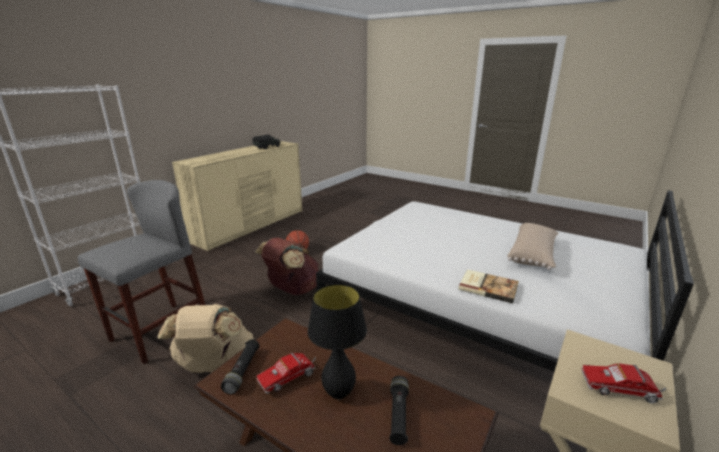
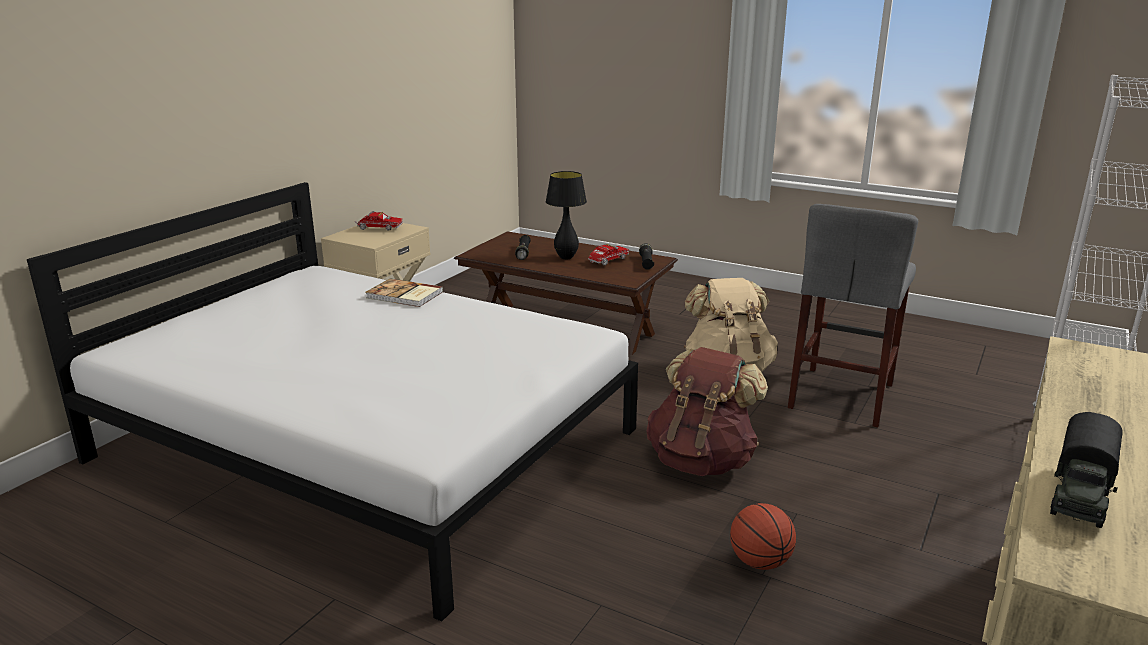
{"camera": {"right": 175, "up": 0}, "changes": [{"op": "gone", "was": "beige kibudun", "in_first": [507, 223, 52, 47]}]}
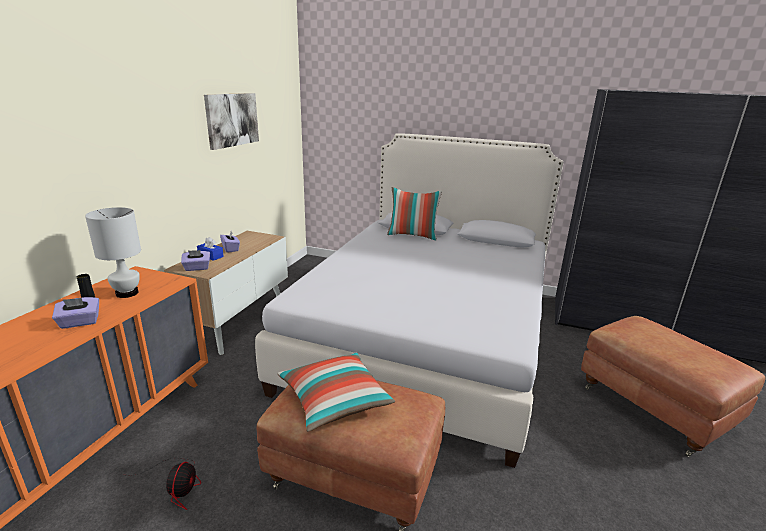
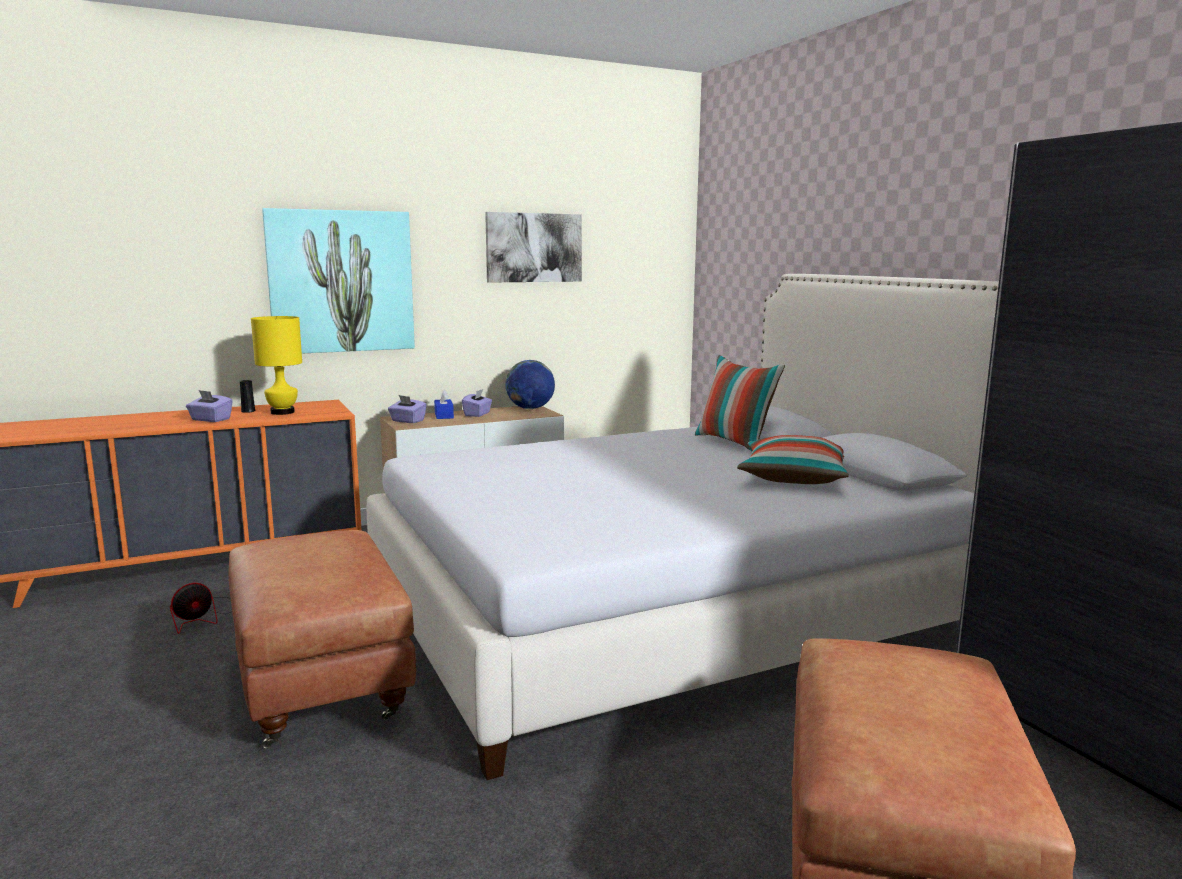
{"camera": {"right": 45, "up": -10}, "changes": [{"op": "repainted", "was": "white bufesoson", "now": "yellow bufesoson", "in_first": [85, 207, 56, 91], "in_second": [251, 316, 51, 99]}, {"op": "shifted", "was": "kibudun", "in_first": [277, 352, 118, 80], "in_second": [737, 435, 112, 49]}, {"op": "new", "now": "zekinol", "in_second": [262, 208, 153, 145]}, {"op": "new", "now": "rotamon", "in_second": [505, 360, 50, 49]}]}
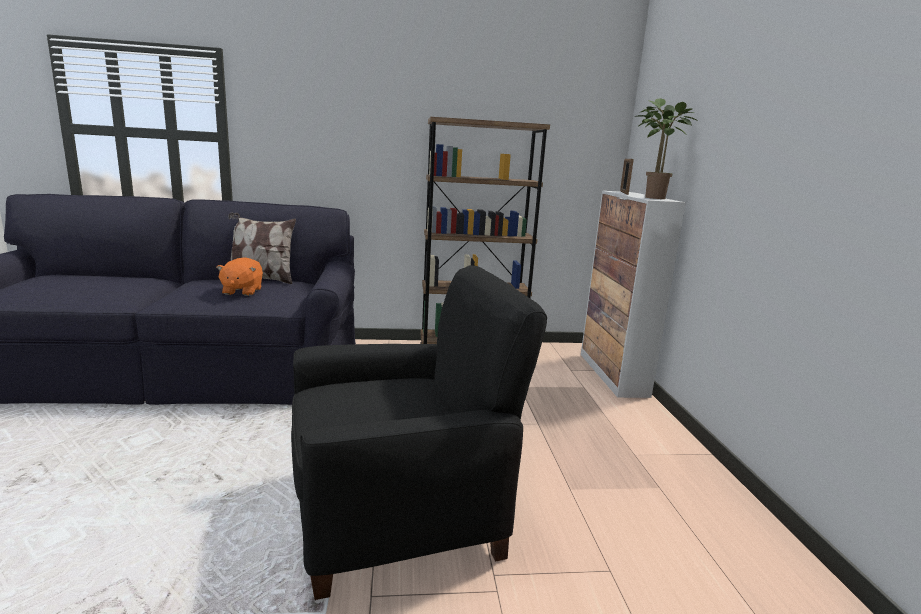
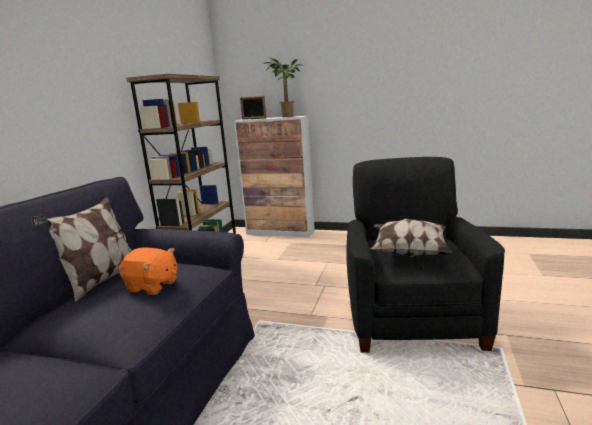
{"camera": {"right": -65, "up": 0}, "changes": [{"op": "new", "now": "kibudun", "in_second": [371, 219, 82, 38]}]}
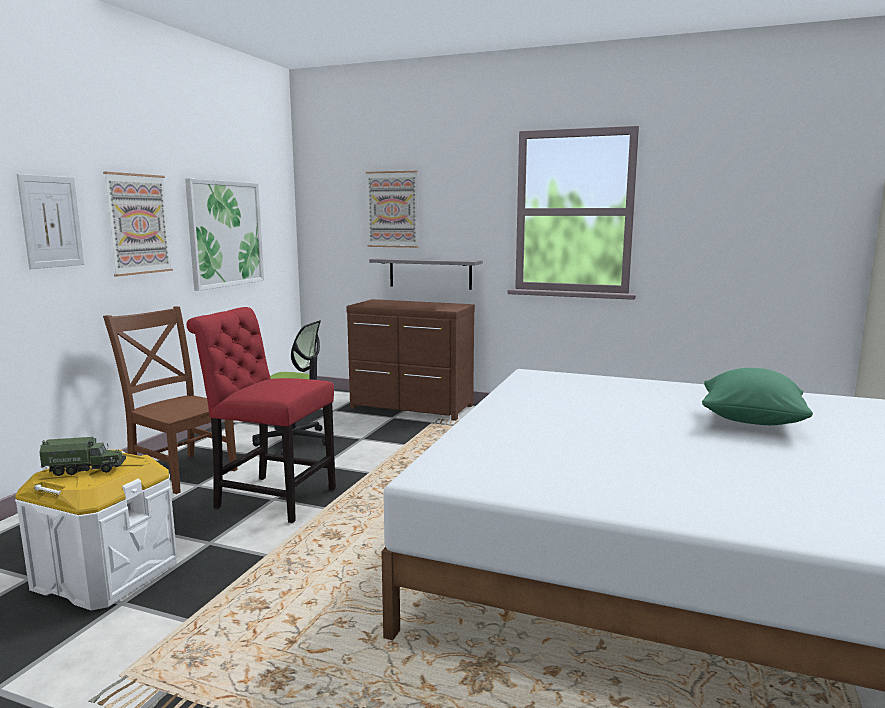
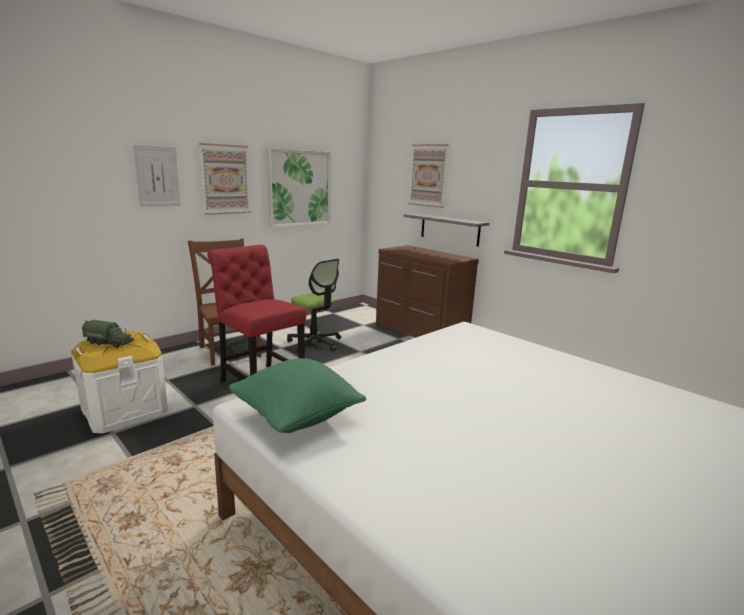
{"camera": {"right": 25, "up": 5}, "changes": [{"op": "shifted", "was": "green kibudun", "in_first": [702, 368, 111, 57], "in_second": [229, 358, 137, 75]}]}
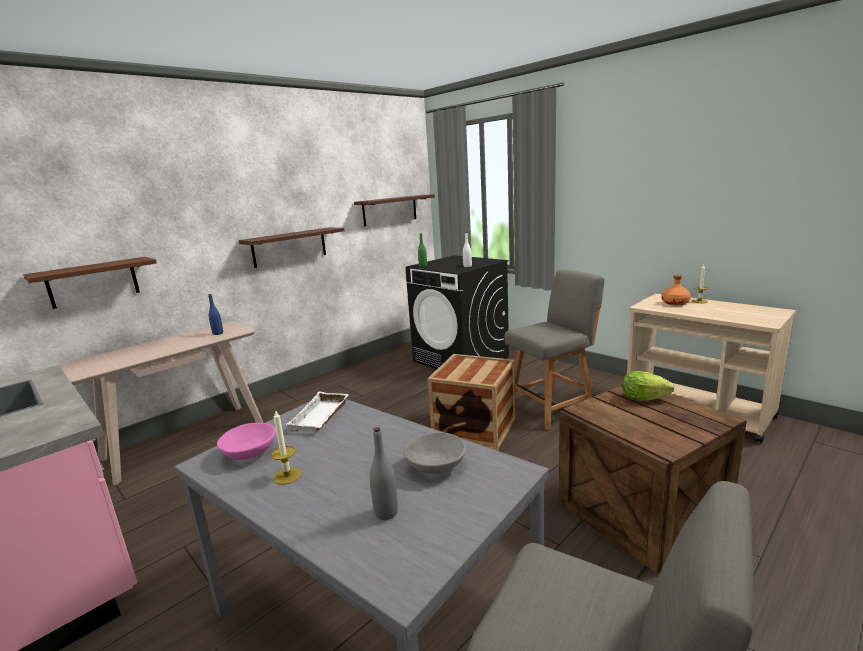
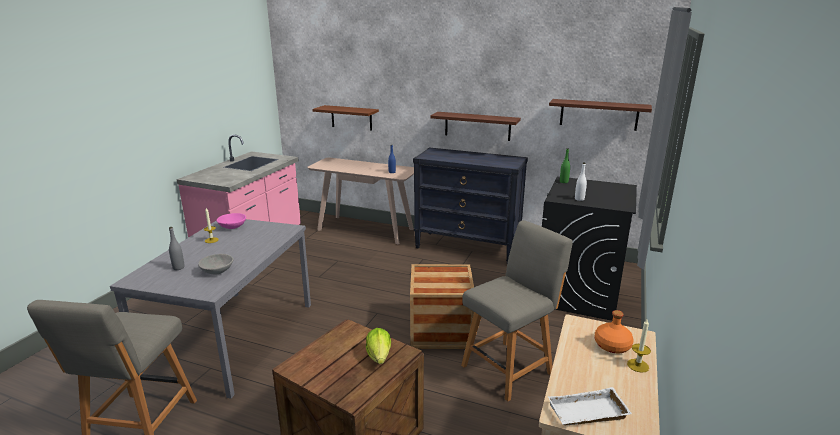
{"camera": {"right": 65, "up": 5}, "changes": [{"op": "shifted", "was": "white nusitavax", "in_first": [287, 391, 62, 41], "in_second": [548, 387, 84, 38]}, {"op": "rotated", "was": "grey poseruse", "in_first": [504, 269, 100, 162], "in_second": [461, 220, 112, 181], "clockwise": -75}, {"op": "new", "now": "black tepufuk", "in_second": [413, 148, 115, 115]}]}
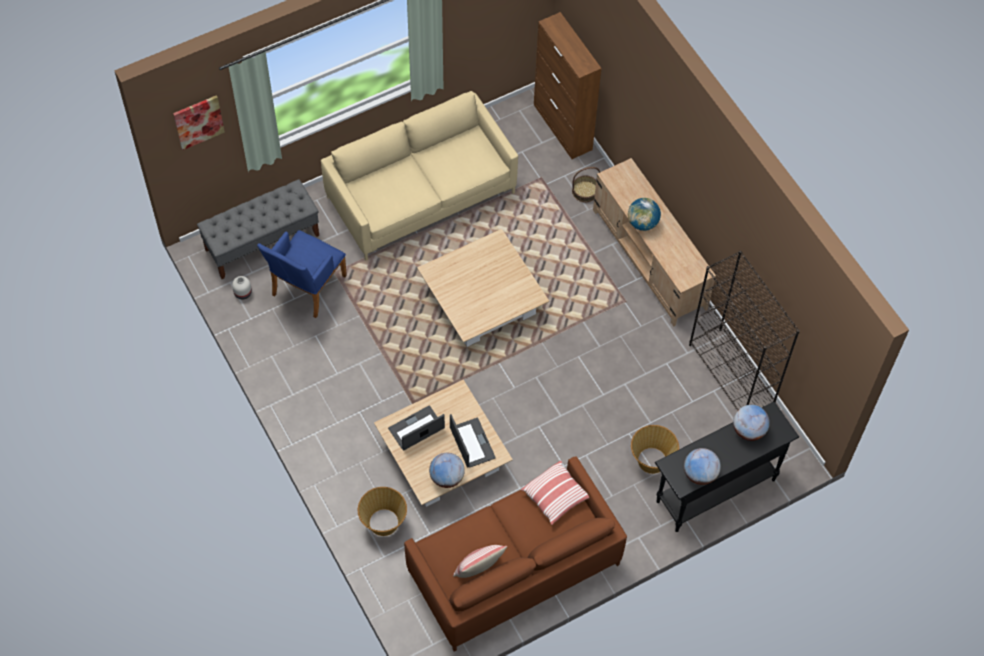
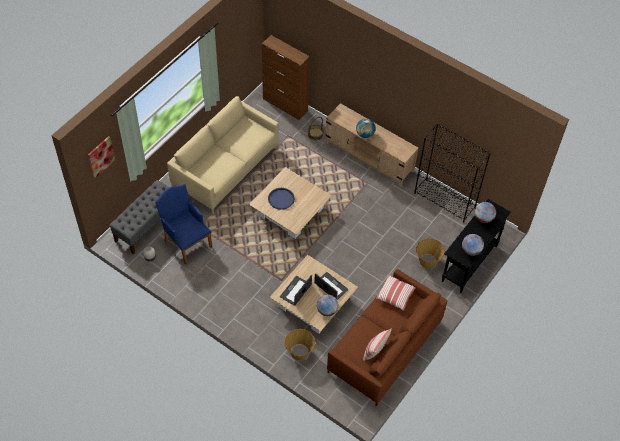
{"camera": {"right": -25, "up": -5}, "changes": [{"op": "rotated", "was": "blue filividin", "in_first": [257, 230, 90, 88], "in_second": [155, 184, 57, 80], "clockwise": 135}, {"op": "new", "now": "blue nusitavax", "in_second": [268, 188, 27, 22]}]}
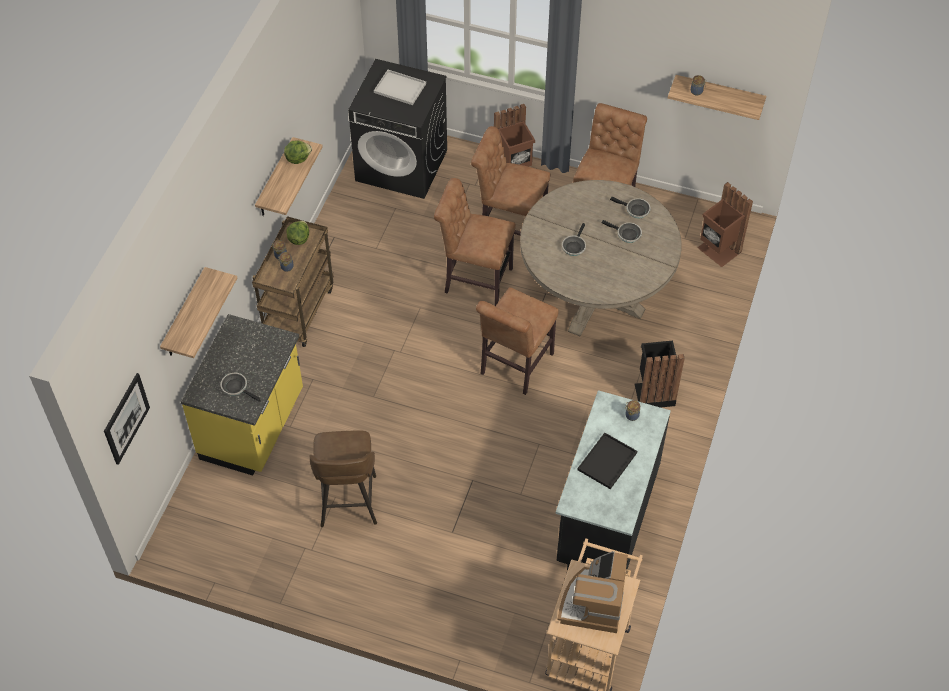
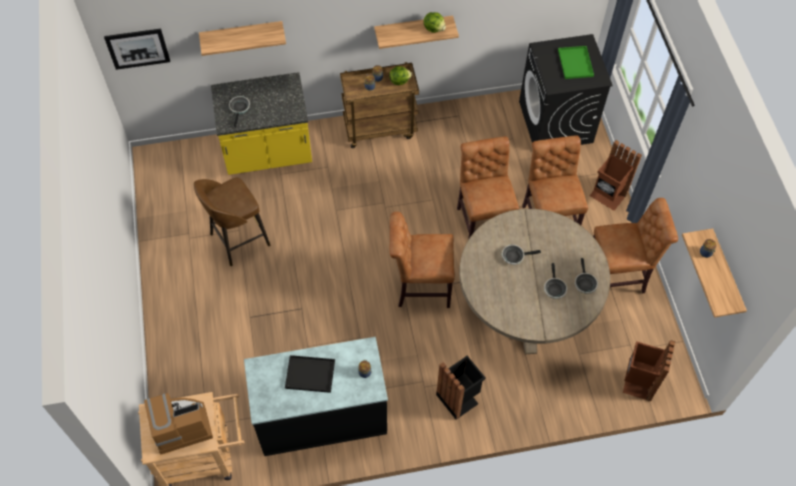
{"camera": {"right": 60, "up": 5}, "changes": [{"op": "repainted", "was": "white nusitavax", "now": "green nusitavax", "in_first": [374, 70, 52, 35], "in_second": [558, 46, 36, 33]}]}
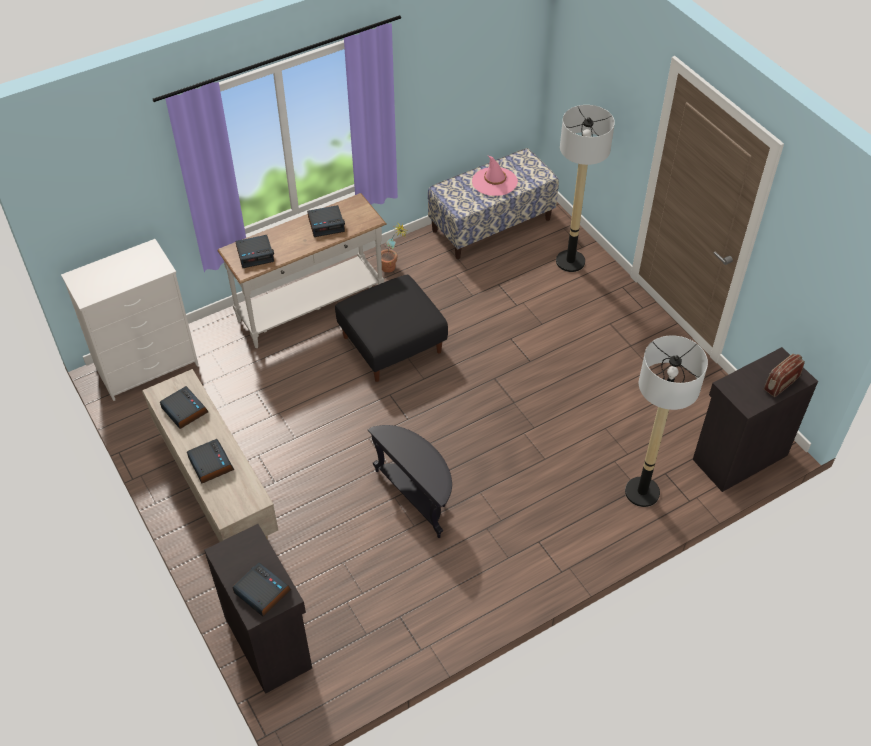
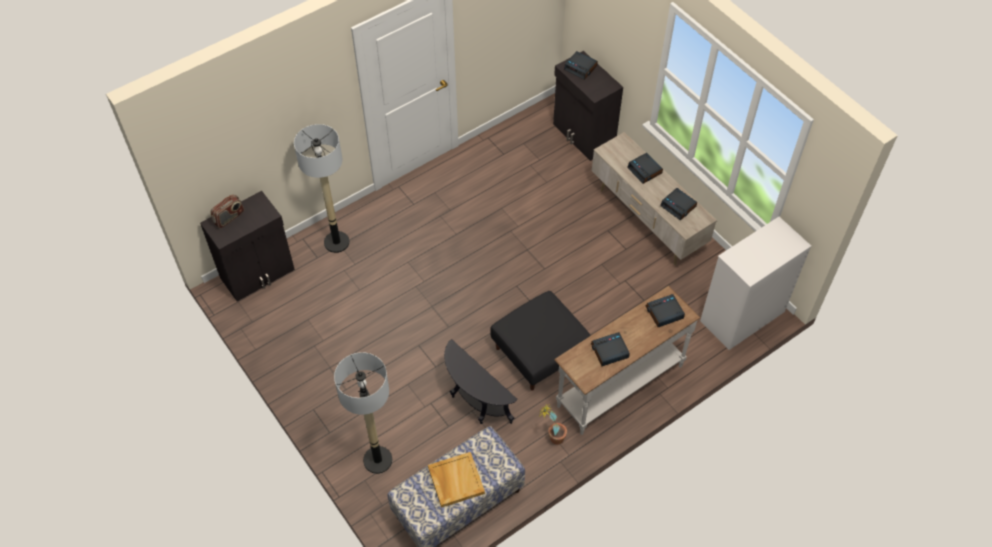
{"camera": {"right": 175, "up": 5}, "changes": [{"op": "shifted", "was": "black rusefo", "in_first": [368, 425, 84, 113], "in_second": [444, 339, 74, 85]}, {"op": "swapped", "was": "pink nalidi", "now": "beige nusitavax", "in_first": [472, 155, 46, 41], "in_second": [428, 452, 57, 56]}]}
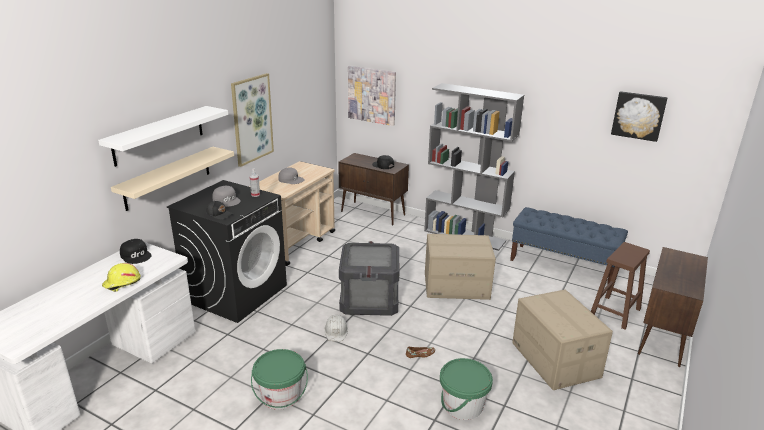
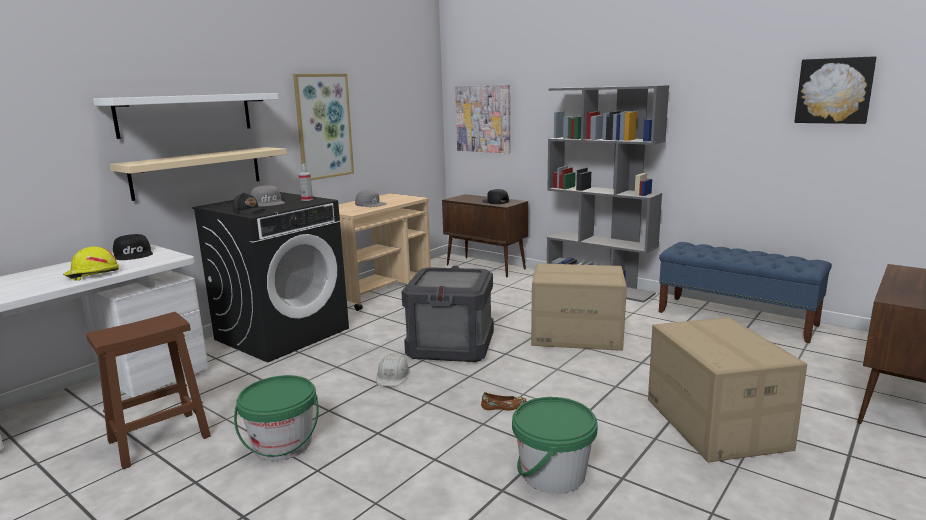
{"camera": {"right": 10, "up": -10}, "changes": [{"op": "shifted", "was": "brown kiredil", "in_first": [591, 242, 59, 88], "in_second": [86, 312, 125, 157]}]}
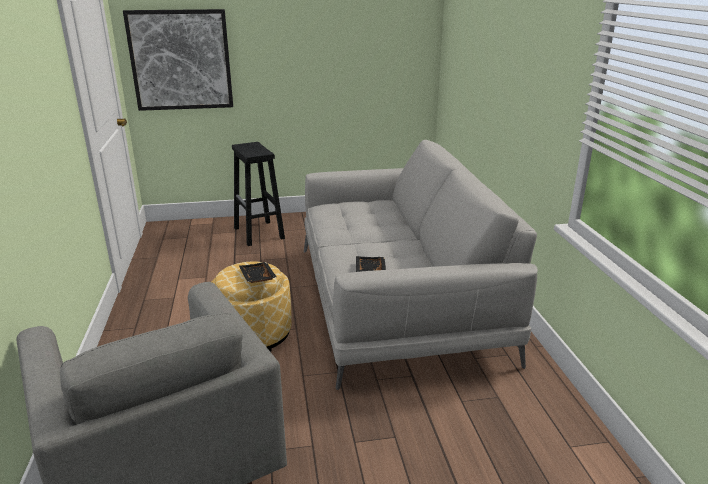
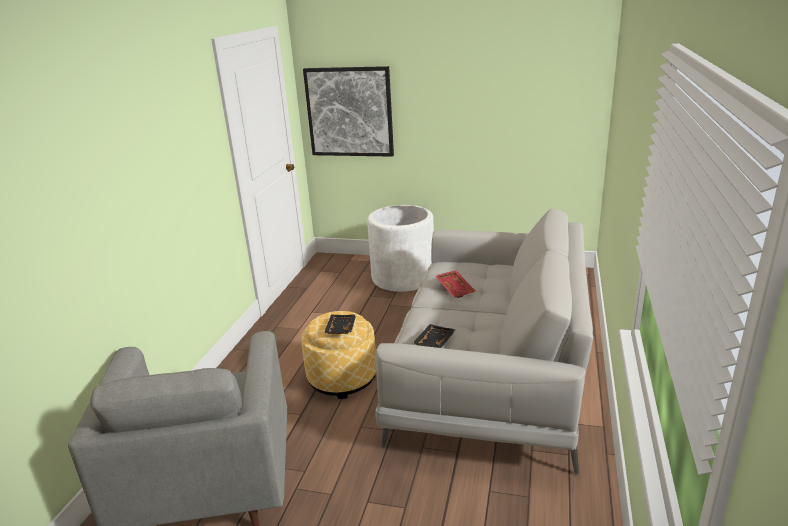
{"camera": {"right": 25, "up": 0}, "changes": [{"op": "swapped", "was": "black kiredil", "now": "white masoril", "in_first": [232, 142, 53, 104], "in_second": [367, 205, 67, 87]}, {"op": "new", "now": "red nusitavax", "in_second": [435, 270, 40, 28]}]}
